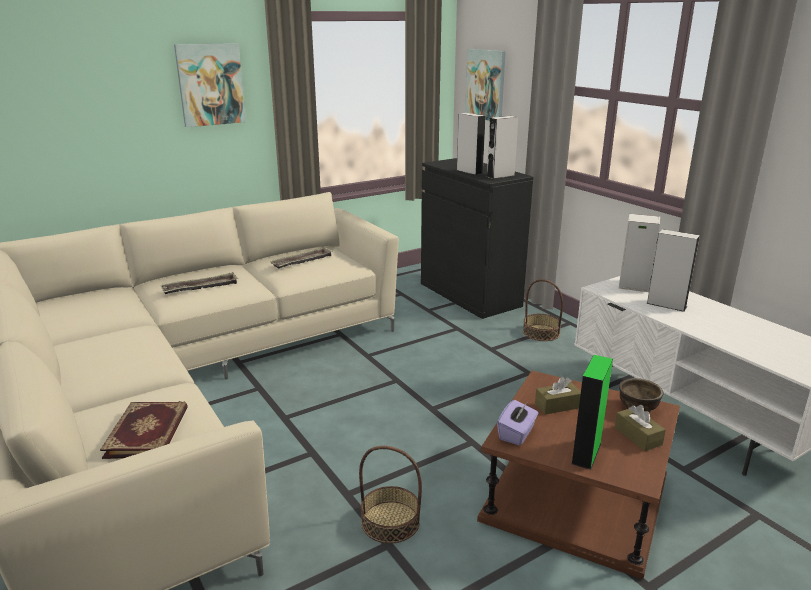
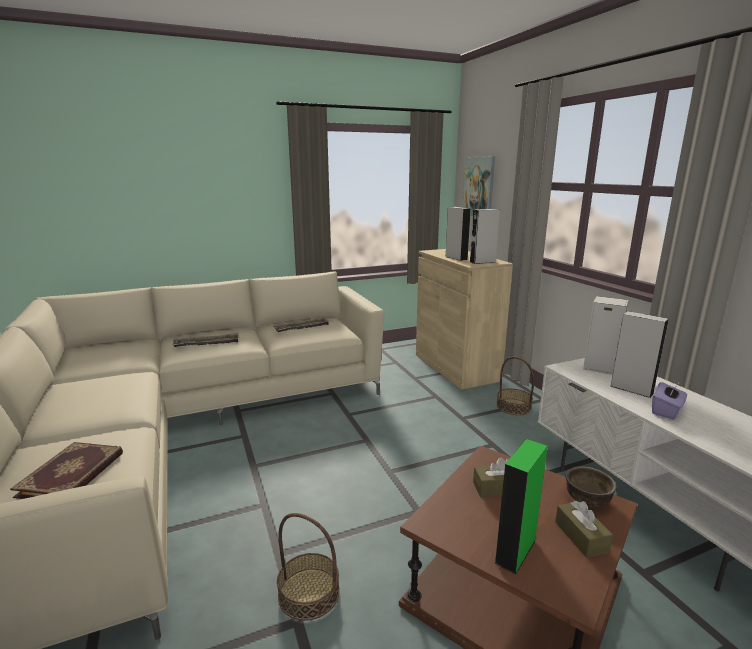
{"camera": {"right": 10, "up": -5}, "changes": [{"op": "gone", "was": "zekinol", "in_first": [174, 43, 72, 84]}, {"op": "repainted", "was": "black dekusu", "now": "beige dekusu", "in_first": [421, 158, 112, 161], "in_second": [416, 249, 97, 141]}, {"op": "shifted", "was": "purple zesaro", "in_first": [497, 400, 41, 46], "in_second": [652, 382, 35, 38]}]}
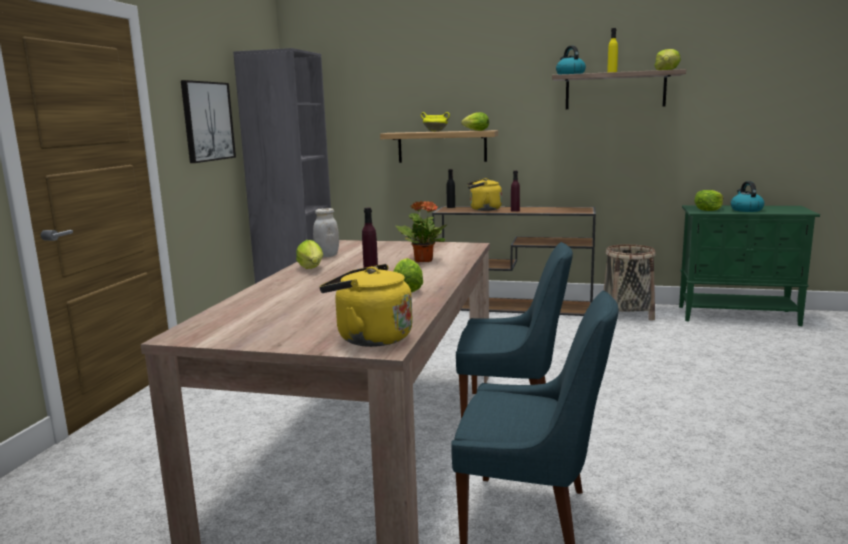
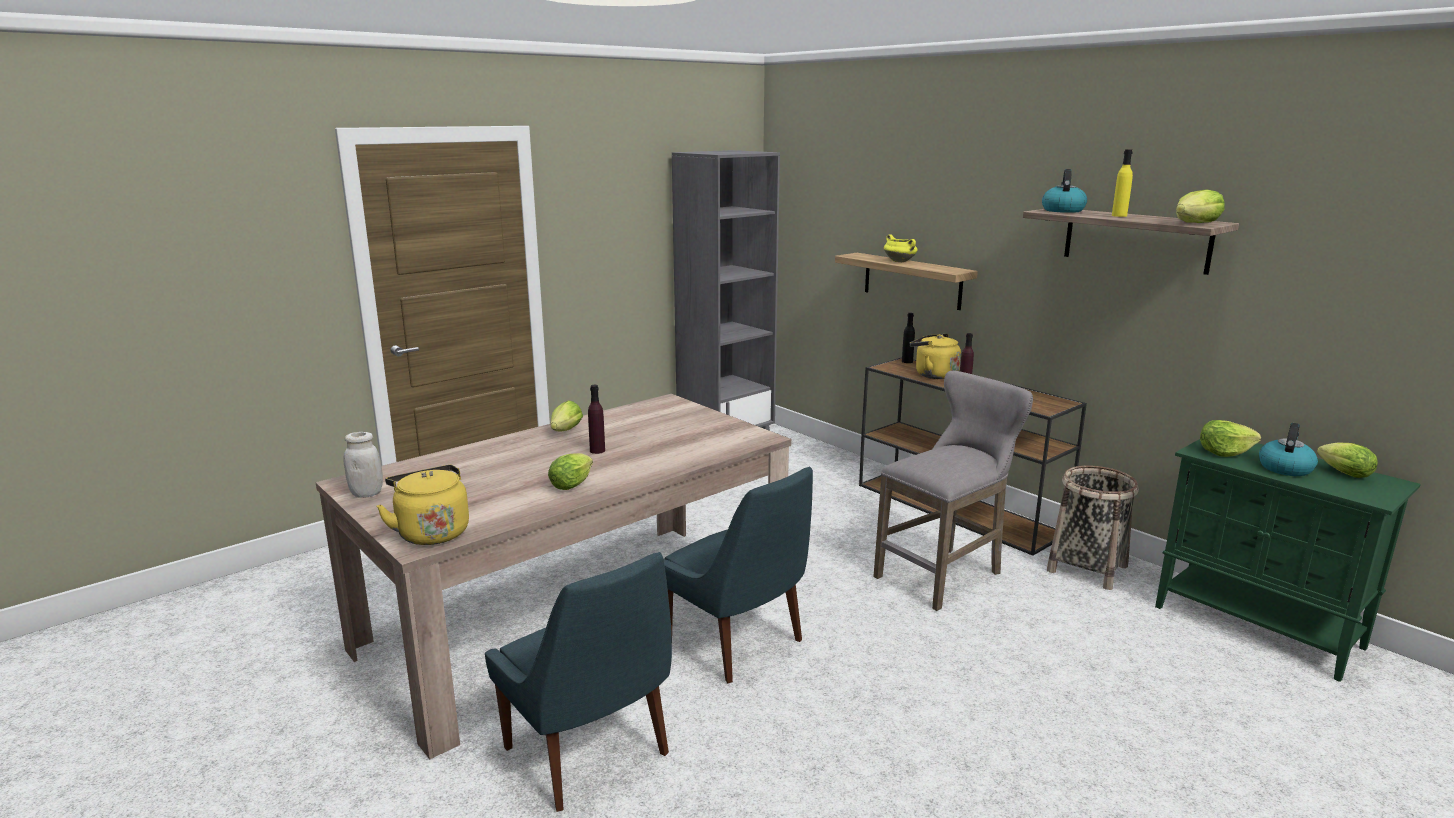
{"camera": {"right": 35, "up": 5}, "changes": [{"op": "gone", "was": "zekinol", "in_first": [181, 80, 55, 83]}, {"op": "shifted", "was": "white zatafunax", "in_first": [313, 208, 26, 49], "in_second": [344, 432, 39, 66]}, {"op": "gone", "was": "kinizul", "in_first": [395, 201, 53, 61]}, {"op": "shifted", "was": "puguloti", "in_first": [461, 112, 28, 19], "in_second": [1317, 443, 61, 35]}, {"op": "new", "now": "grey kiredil", "in_second": [873, 371, 160, 240]}]}
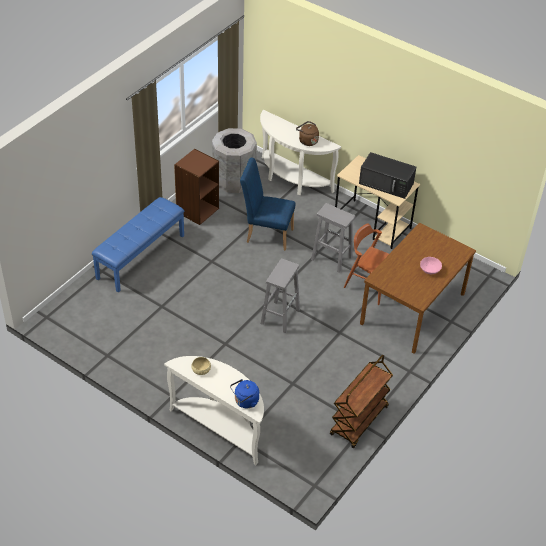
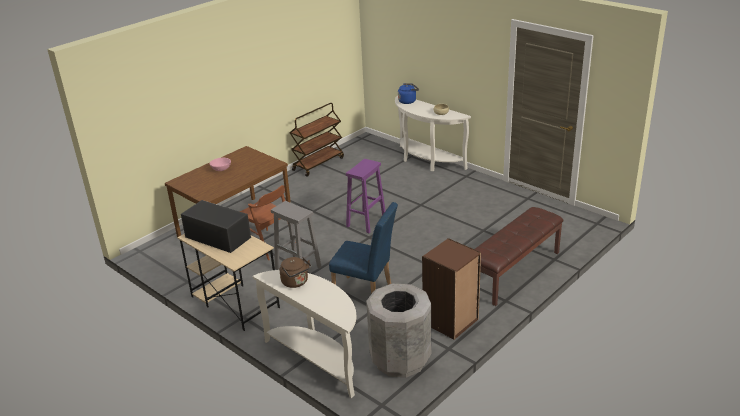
{"camera": {"right": -170, "up": -15}, "changes": [{"op": "repainted", "was": "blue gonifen", "now": "brown gonifen", "in_first": [92, 197, 93, 95], "in_second": [475, 207, 88, 99]}, {"op": "repainted", "was": "grey kiredil", "now": "purple kiredil", "in_first": [261, 258, 39, 75], "in_second": [346, 159, 40, 74]}]}
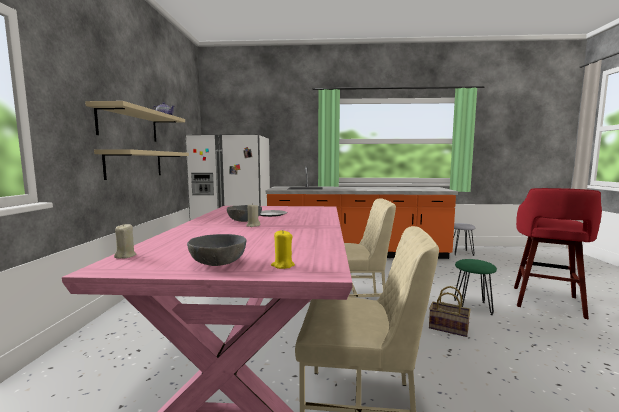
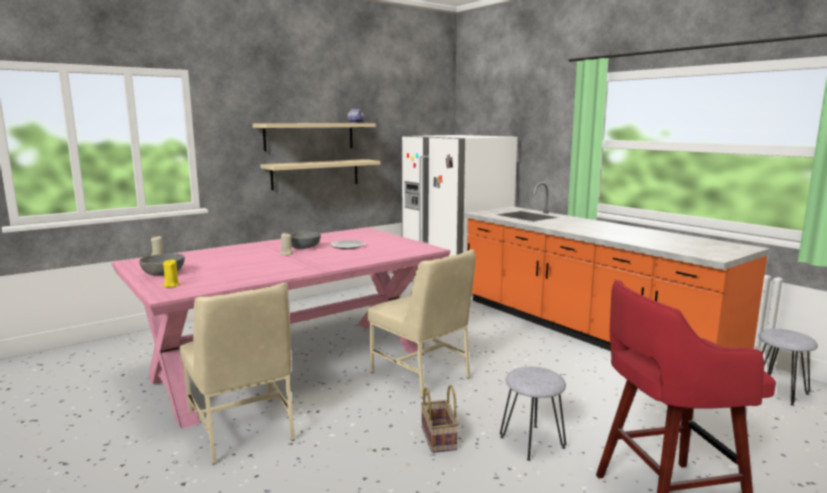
{"camera": {"right": 50, "up": 5}, "changes": [{"op": "repainted", "was": "green kiredil", "now": "grey kiredil", "in_first": [454, 259, 43, 56], "in_second": [500, 367, 66, 94]}]}
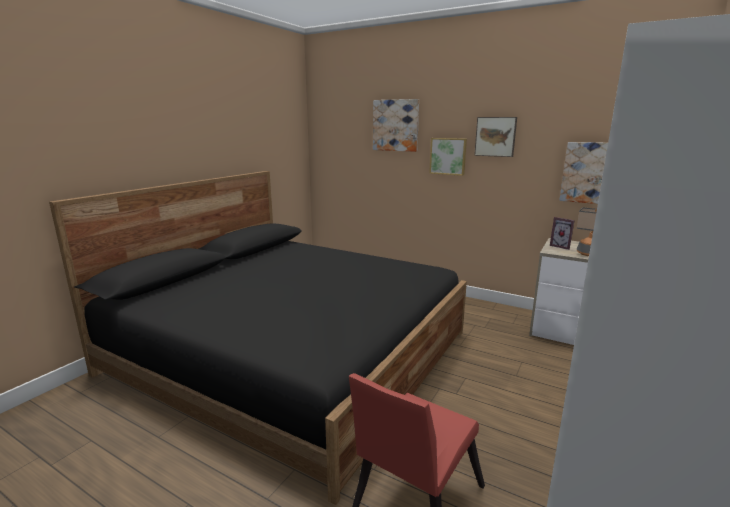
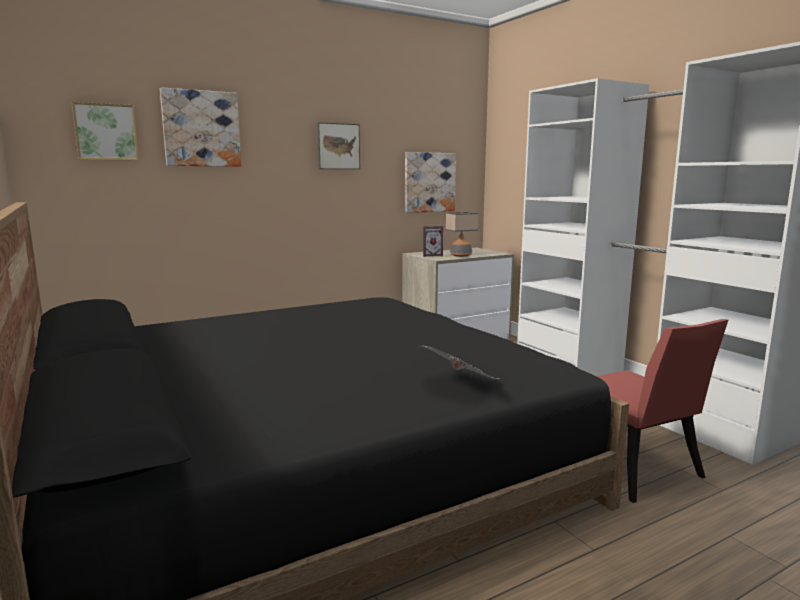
{"camera": {"right": -60, "up": -5}, "changes": [{"op": "shifted", "was": "zekinol", "in_first": [429, 138, 38, 38], "in_second": [72, 102, 67, 58]}, {"op": "new", "now": "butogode", "in_second": [420, 346, 78, 33]}]}
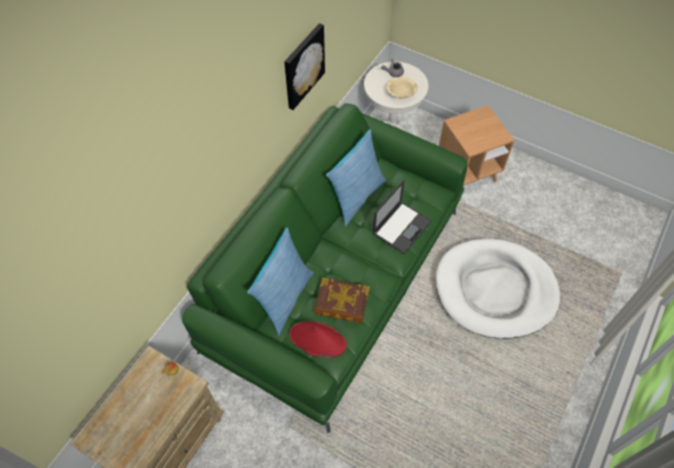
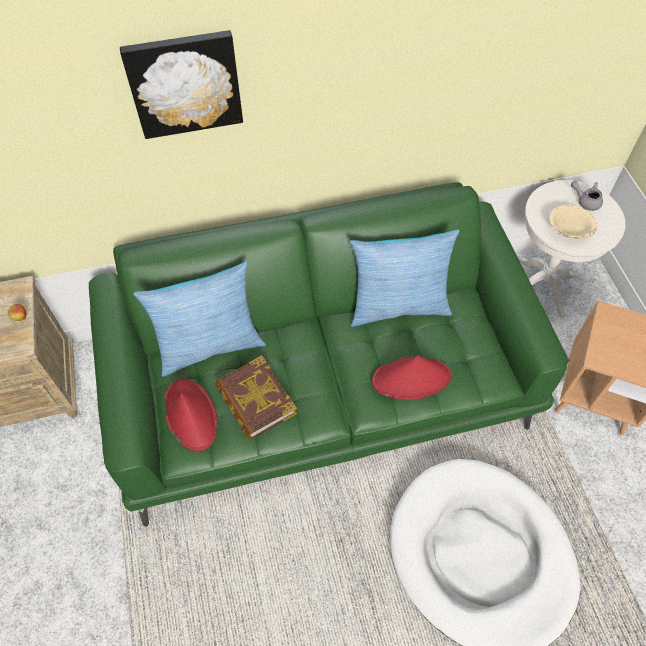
{"camera": {"right": 45, "up": 0}, "changes": [{"op": "shifted", "was": "zekinol", "in_first": [284, 23, 41, 87], "in_second": [120, 30, 123, 109]}, {"op": "swapped", "was": "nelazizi", "now": "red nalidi", "in_first": [372, 179, 60, 75], "in_second": [372, 356, 79, 44]}]}
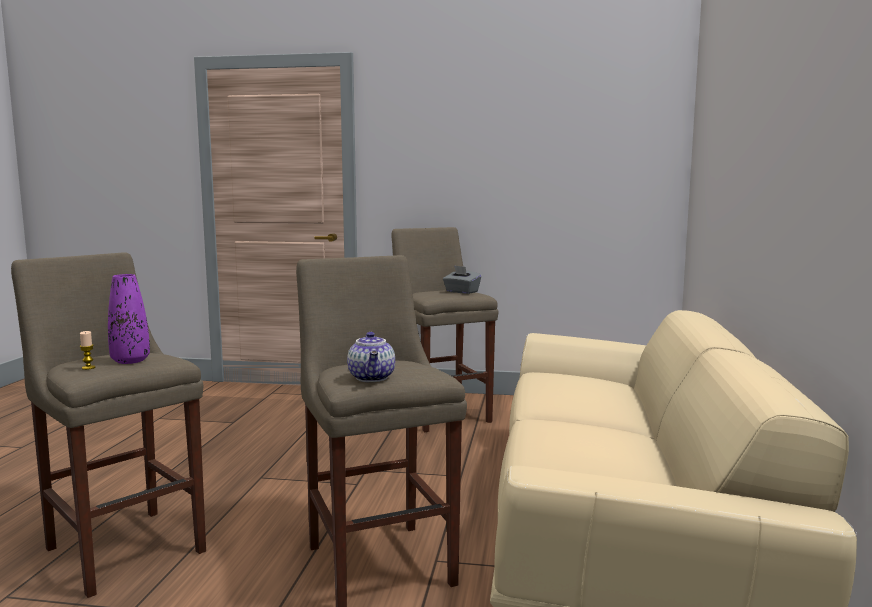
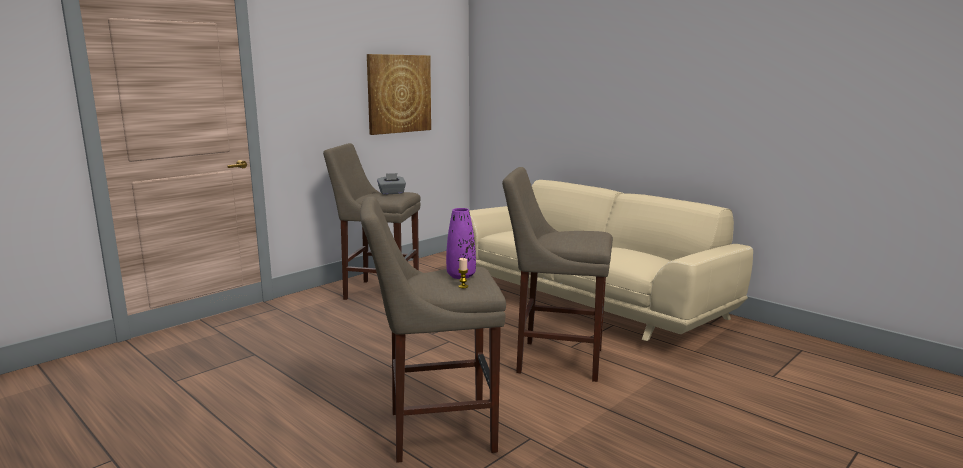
{"camera": {"right": -55, "up": 5}, "changes": [{"op": "gone", "was": "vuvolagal", "in_first": [347, 332, 48, 50]}, {"op": "new", "now": "zekinol", "in_second": [367, 54, 64, 81]}]}
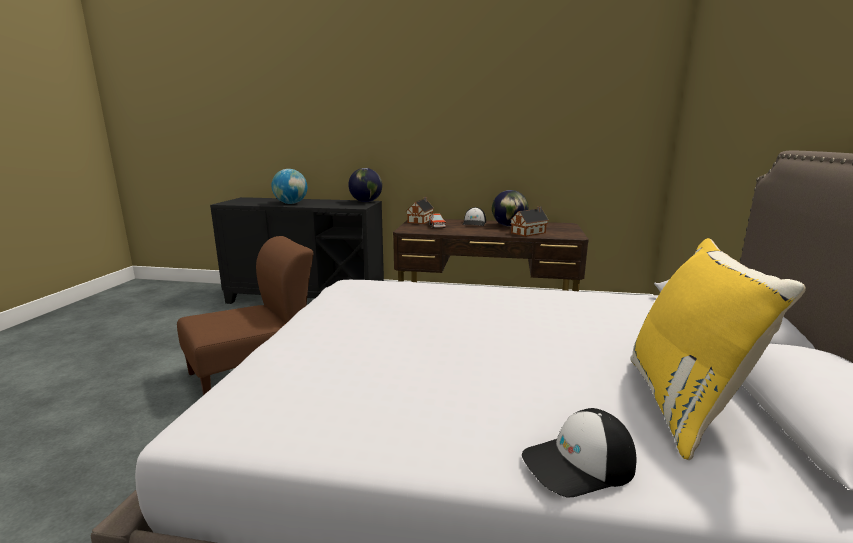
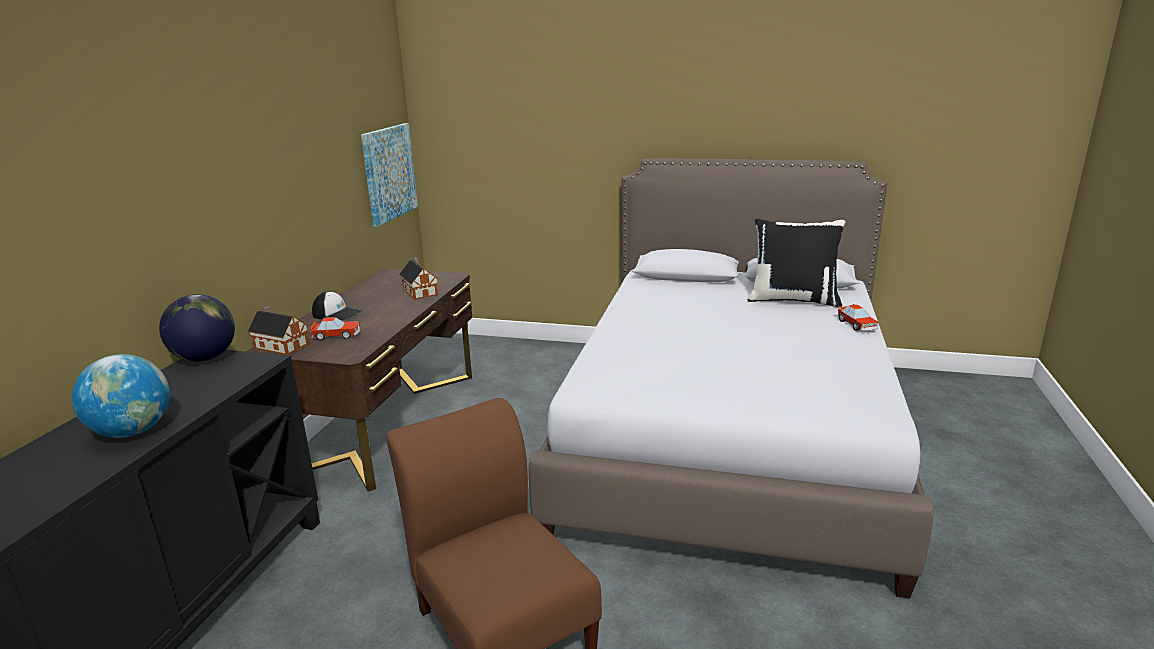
{"camera": {"right": -85, "up": 5}, "changes": [{"op": "gone", "was": "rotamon", "in_first": [492, 190, 36, 37]}, {"op": "swapped", "was": "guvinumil", "now": "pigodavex", "in_first": [522, 408, 114, 90], "in_second": [838, 304, 41, 27]}, {"op": "repainted", "was": "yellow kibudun", "now": "black kibudun", "in_first": [630, 238, 176, 222], "in_second": [748, 219, 97, 88]}, {"op": "new", "now": "zekinol", "in_second": [361, 123, 57, 104]}]}
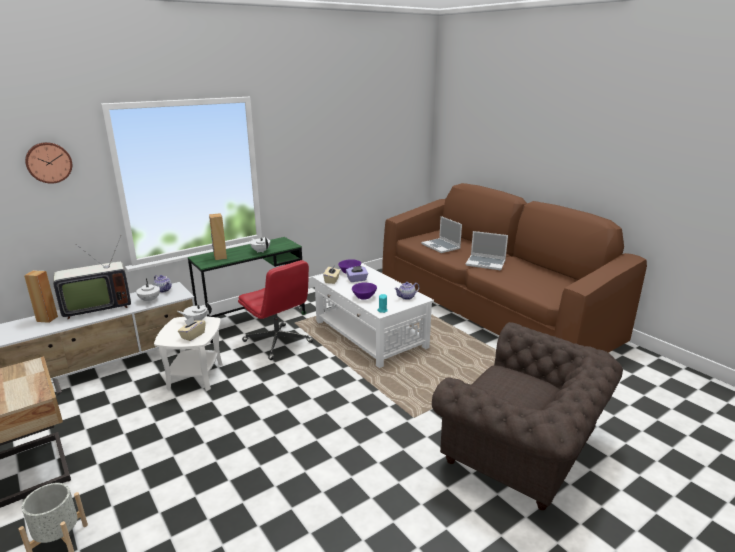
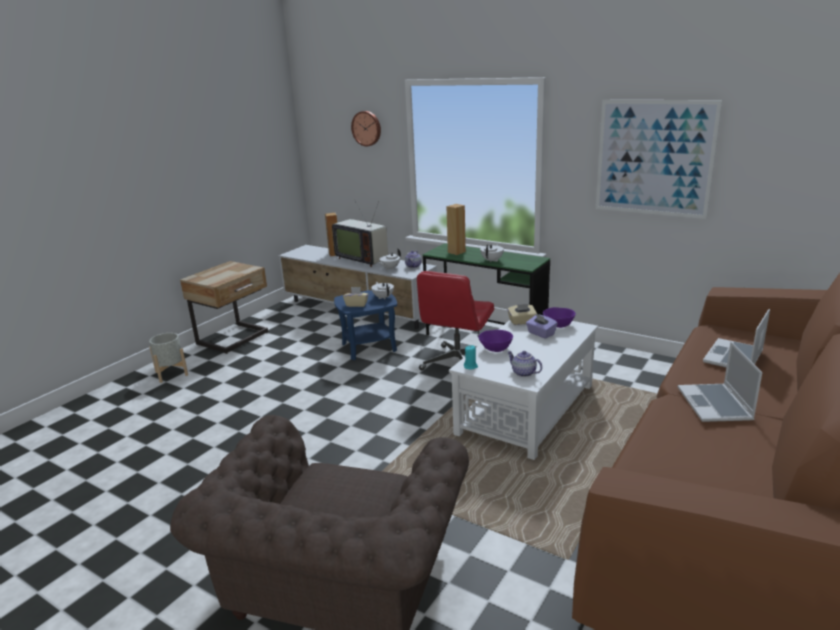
{"camera": {"right": 70, "up": 0}, "changes": [{"op": "repainted", "was": "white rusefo", "now": "blue rusefo", "in_first": [154, 316, 69, 75], "in_second": [334, 290, 63, 70]}, {"op": "new", "now": "zekinol", "in_second": [596, 100, 126, 119]}]}
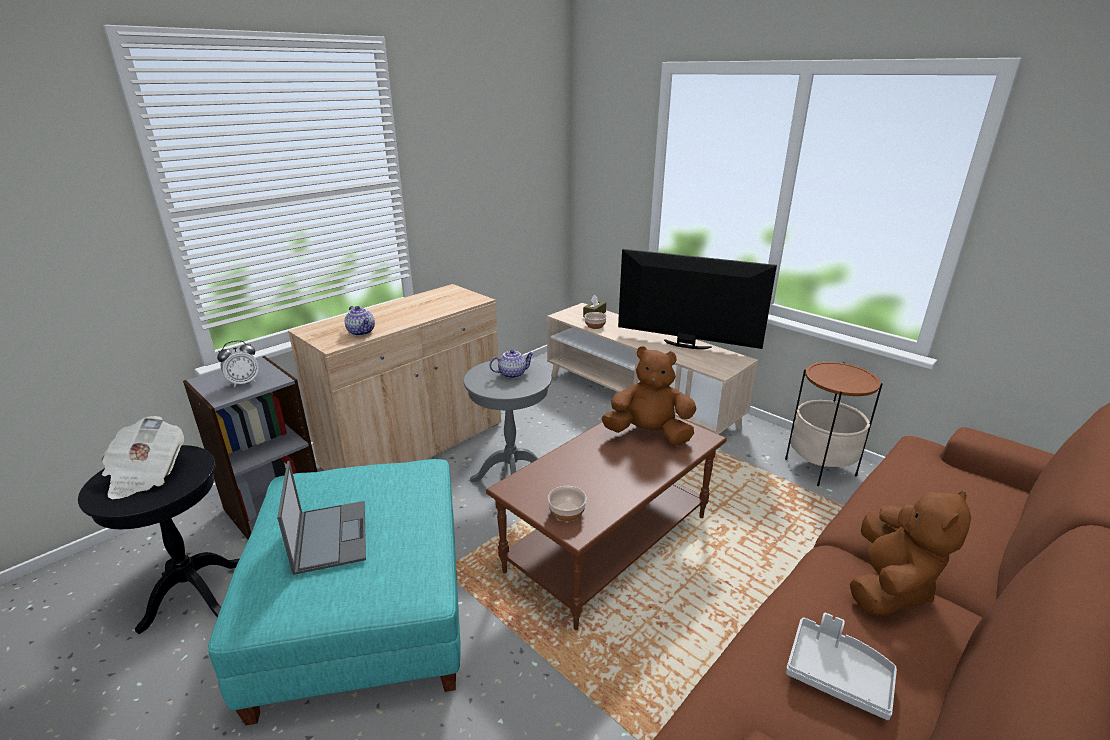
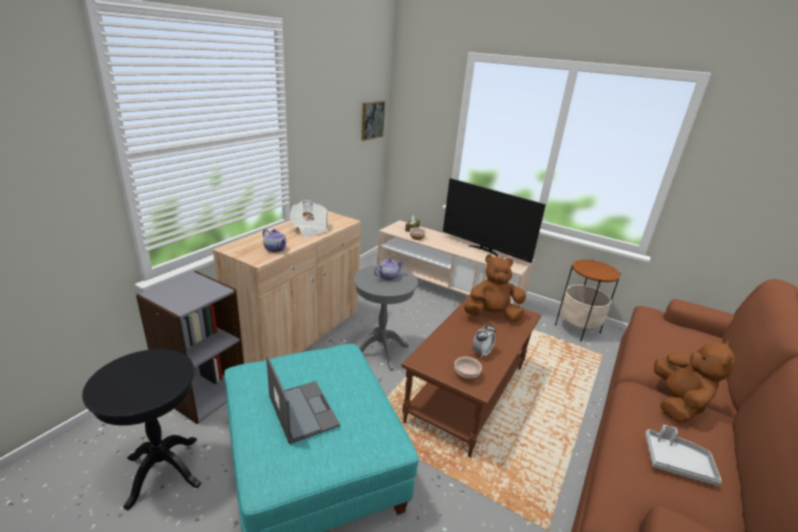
{"camera": {"right": -15, "up": 0}, "changes": [{"op": "shifted", "was": "butogode", "in_first": [102, 416, 82, 83], "in_second": [289, 200, 40, 38]}, {"op": "shifted", "was": "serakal", "in_first": [217, 340, 42, 47], "in_second": [472, 323, 24, 35]}, {"op": "rotated", "was": "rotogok", "in_first": [618, 249, 159, 100], "in_second": [443, 178, 103, 85], "clockwise": -150}, {"op": "new", "now": "zekinol", "in_second": [362, 101, 23, 40]}]}
